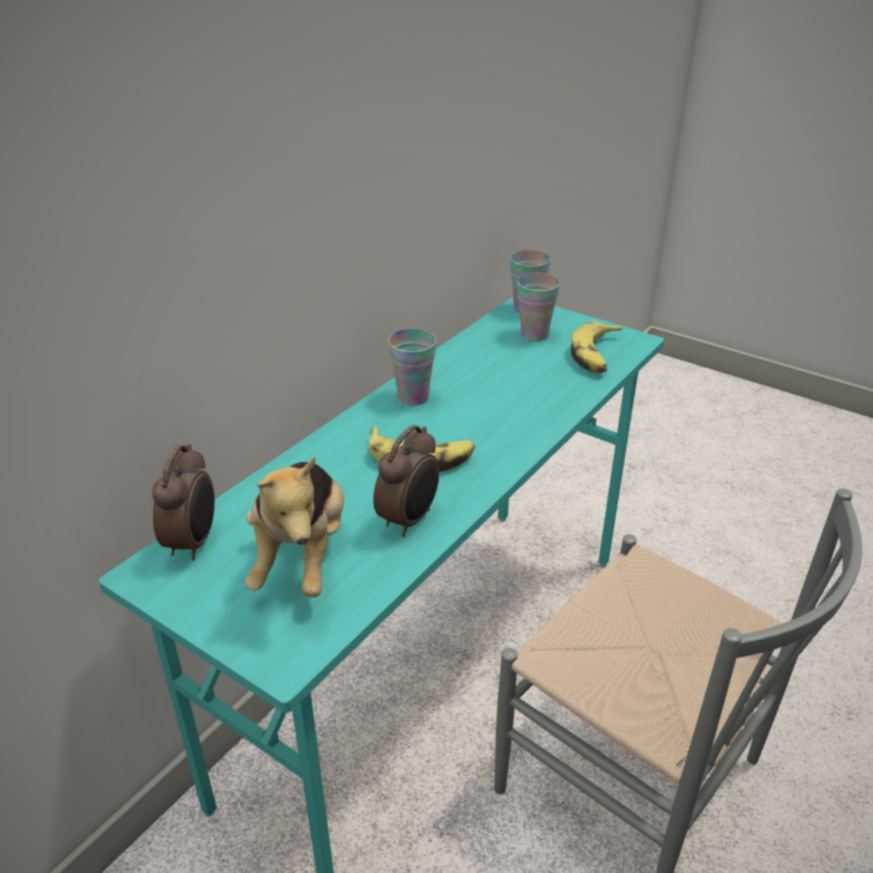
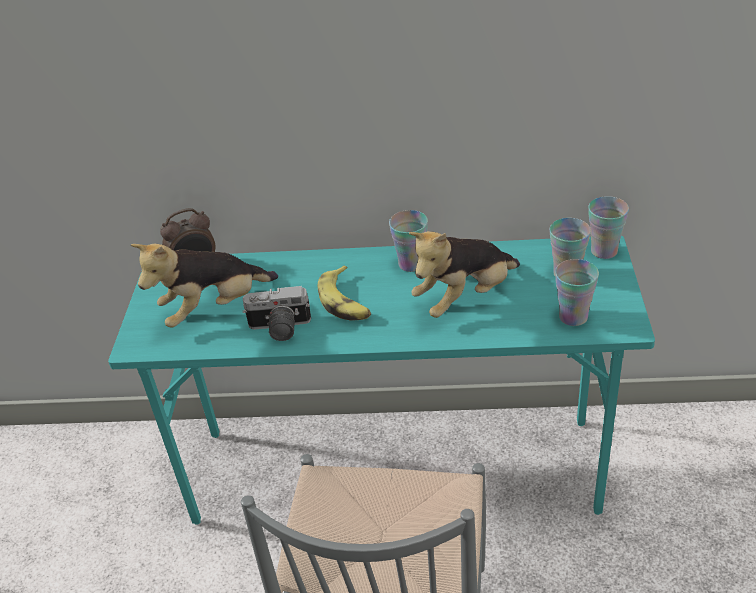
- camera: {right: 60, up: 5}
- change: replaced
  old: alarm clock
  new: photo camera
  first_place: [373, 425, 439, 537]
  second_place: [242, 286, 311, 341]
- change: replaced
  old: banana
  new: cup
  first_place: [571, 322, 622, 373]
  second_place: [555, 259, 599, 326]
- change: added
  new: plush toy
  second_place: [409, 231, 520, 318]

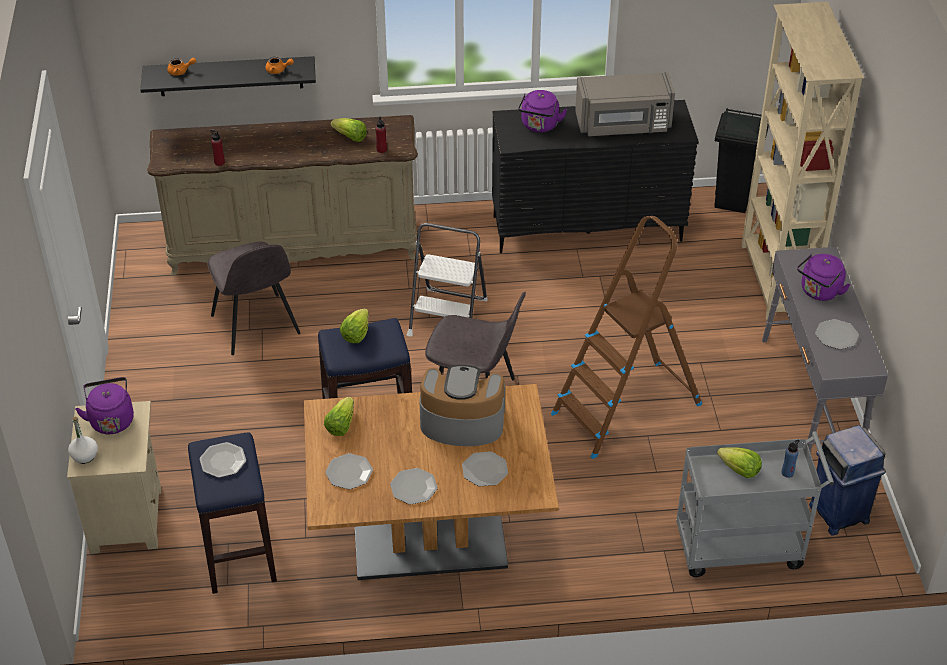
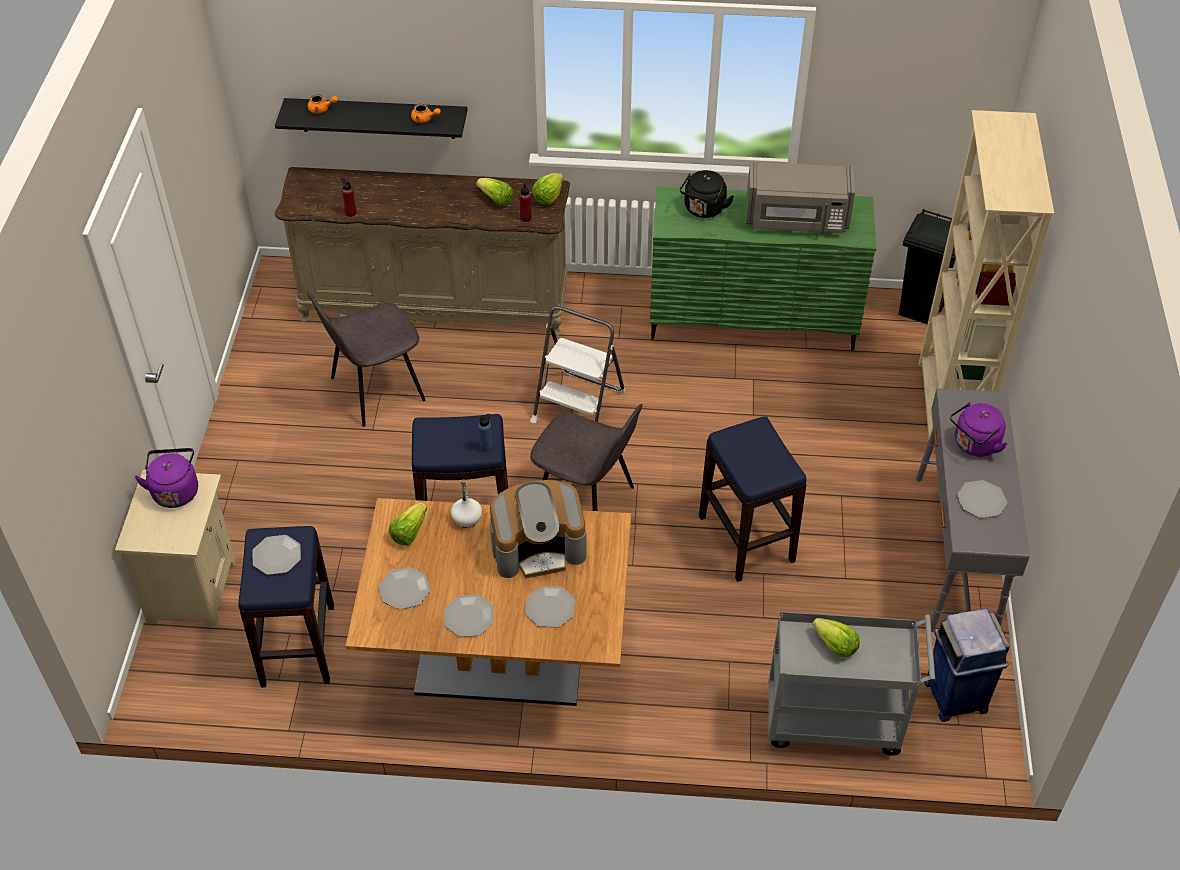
- camera: {right: 10, up: 5}
- change: moved
  old: white bottle
  first_place: [68, 417, 98, 464]
  second_place: [451, 479, 482, 528]
- change: turned
  old: grey chair
  first_place: [207, 242, 300, 355]
  second_place: [307, 291, 426, 427]
  degrees: 75
- change: moved
  old: lettuce
  first_place: [340, 309, 369, 343]
  second_place: [532, 173, 563, 205]
- change: turned
  old: coffee machine
  first_place: [419, 365, 505, 446]
  second_place: [490, 480, 586, 578]
  degrees: 150
- change: recoloured
  old: black dresser
  new: green dresser
  first_place: [492, 100, 699, 253]
  second_place: [650, 186, 877, 351]
- change: recoloured
  old: purple kettle
  new: black kettle
  first_place: [518, 90, 567, 132]
  second_place: [680, 170, 734, 218]
- change: replaced
  old: brown step ladder
  new: stool
  first_place: [551, 216, 702, 459]
  second_place: [699, 416, 806, 582]
- change: moved
  old: blue bottle
  first_place: [782, 440, 800, 478]
  second_place: [478, 414, 493, 452]

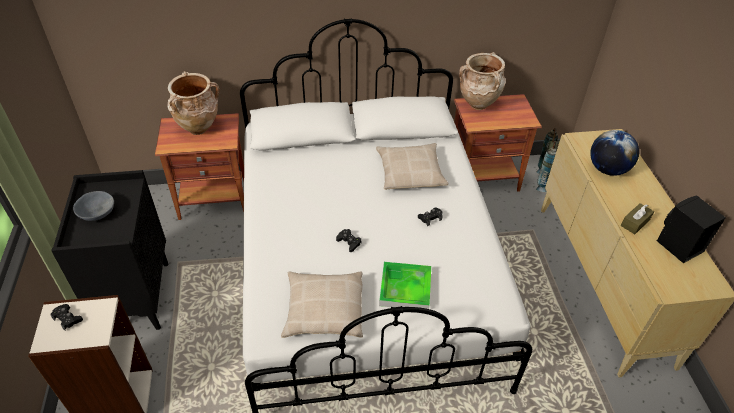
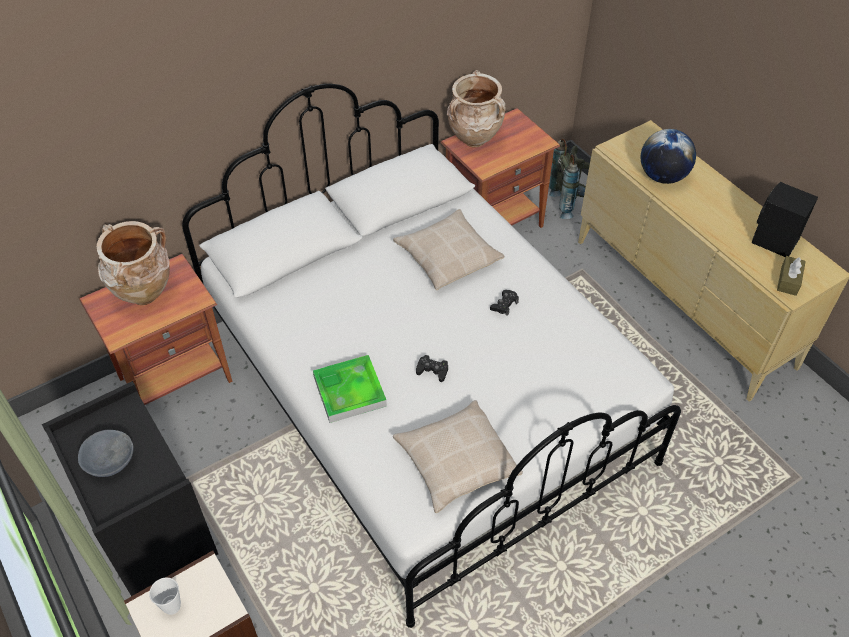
- camera: {right: -25, up: 5}
- change: replaced
  old: black game controller
  new: cup
  first_place: [50, 304, 83, 330]
  second_place: [149, 578, 181, 615]
- change: moved
  old: tray
  first_place: [379, 262, 431, 309]
  second_place: [313, 355, 387, 423]
- change: moved
  old: brown tissue box
  first_place: [621, 203, 654, 234]
  second_place: [777, 256, 806, 296]

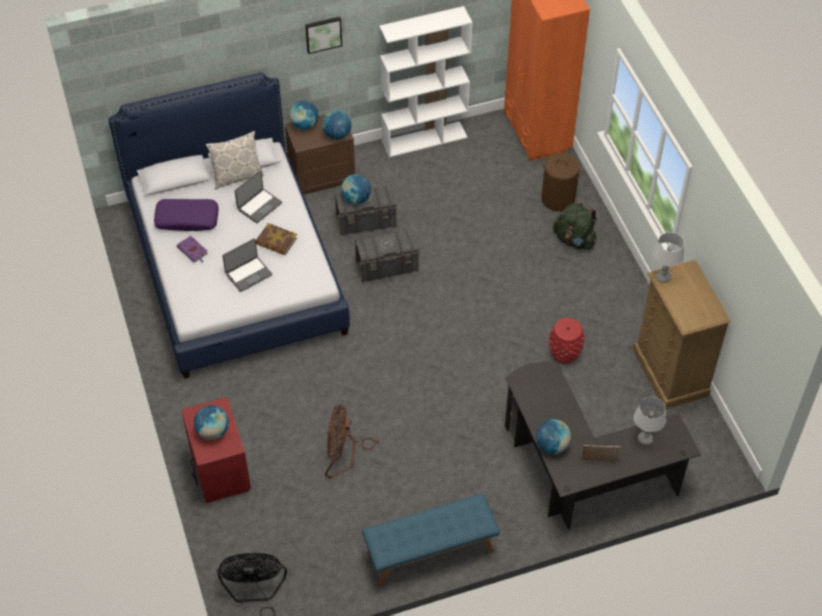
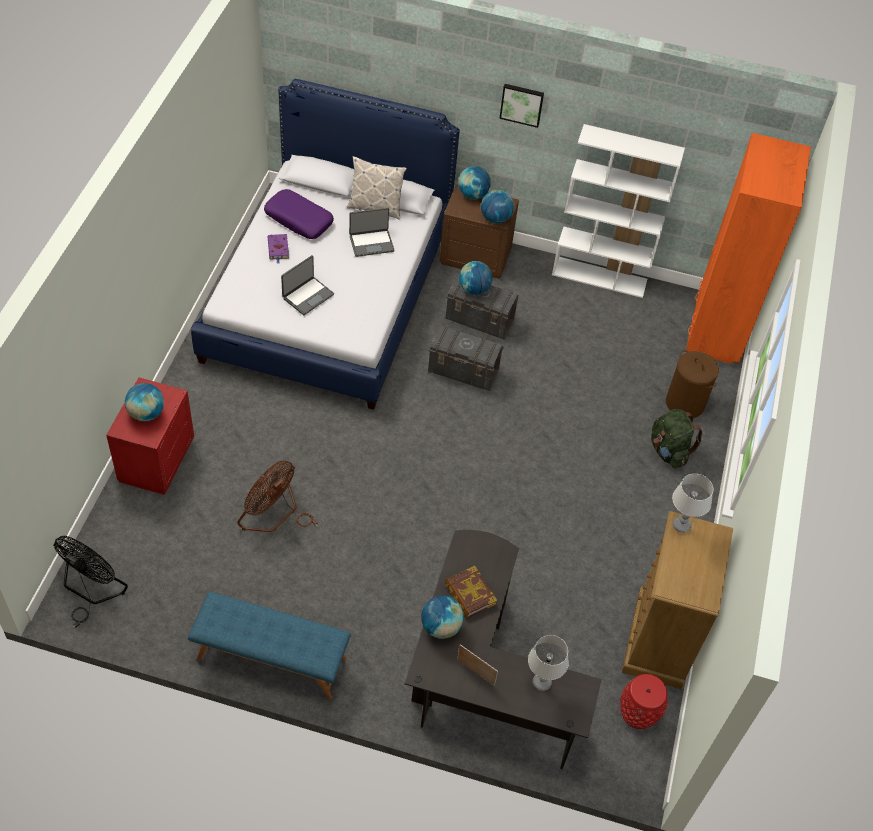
- camera: {right: 30, up: 0}
- change: turned
  old: laptop
  first_place: [222, 238, 272, 292]
  second_place: [281, 255, 334, 315]
  degrees: -45
- change: moved
  old: book
  first_place: [256, 223, 297, 255]
  second_place: [445, 566, 497, 618]
- change: moved
  old: red stool
  first_place: [549, 318, 584, 364]
  second_place: [620, 674, 668, 729]

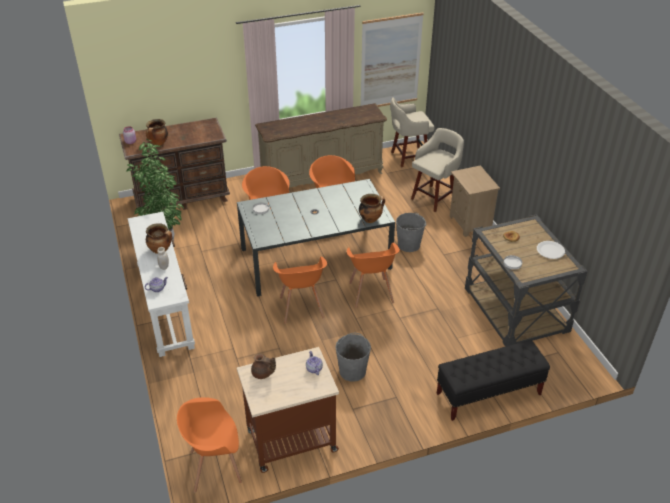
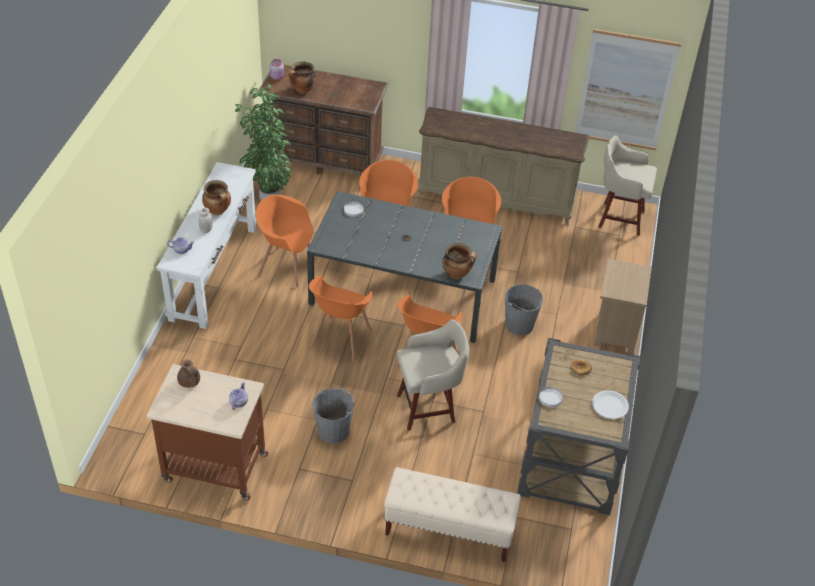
- camera: {right: 30, up: 5}
- change: moved
  old: orange chair
  first_place: [177, 397, 242, 492]
  second_place: [256, 195, 315, 287]
- change: moved
  old: beige stool
  first_place: [411, 128, 464, 212]
  second_place: [397, 319, 469, 430]
- change: recoloured
  old: black bench
  new: beige bench
  first_place: [437, 340, 550, 421]
  second_place: [384, 467, 521, 562]

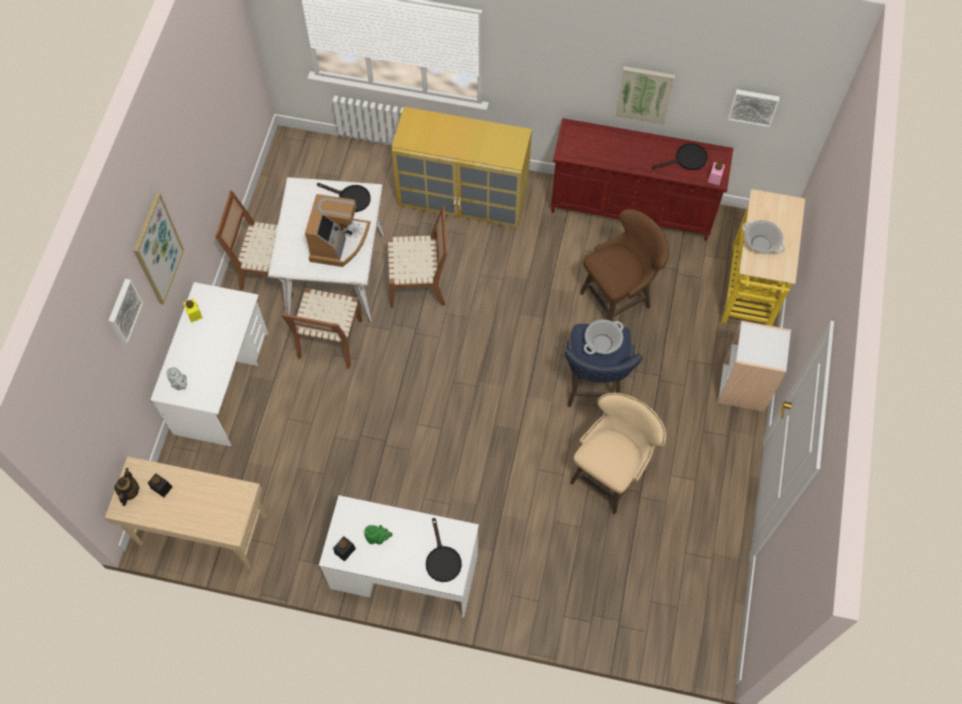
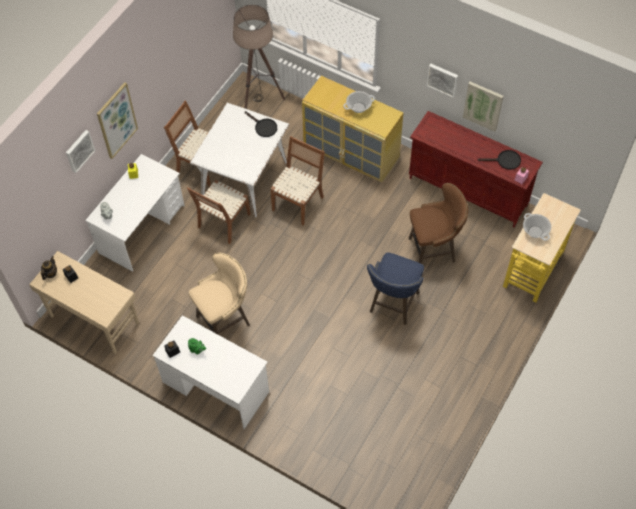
- camera: {right: 20, up: -5}
- change: removed
  old: coffee machine
  first_place: [305, 194, 370, 267]
- change: turned
  old: chair
  first_place: [388, 206, 448, 308]
  second_place: [271, 136, 325, 225]
  degrees: -75
- change: removed
  old: black frying pan
  first_place: [426, 517, 462, 582]
- change: moved
  old: beige stool
  first_place: [570, 393, 666, 514]
  second_place: [189, 253, 250, 334]
- change: moved
  old: cooking pot
  first_place: [584, 320, 623, 354]
  second_place: [343, 91, 375, 113]
- change: removed
  old: bookcase
  first_place: [718, 321, 791, 412]
- change: moved
  old: picture
  first_place: [728, 89, 780, 127]
  second_place: [427, 64, 458, 98]
- change: added
  new: floor lamp
  second_place: [233, 5, 285, 109]

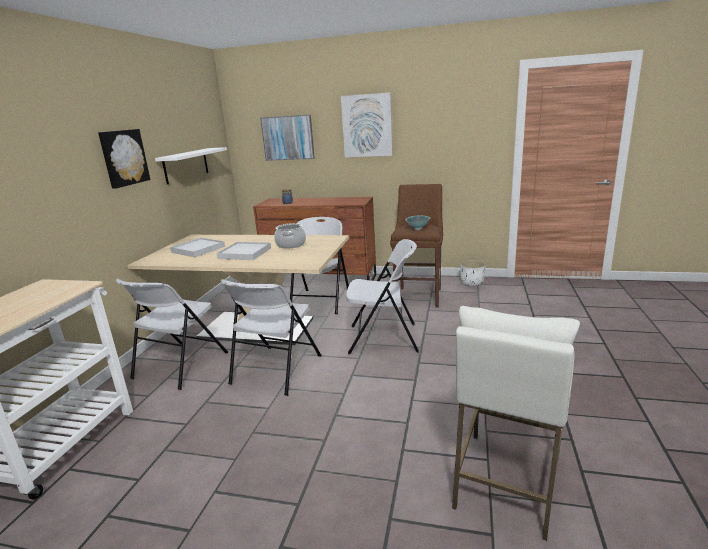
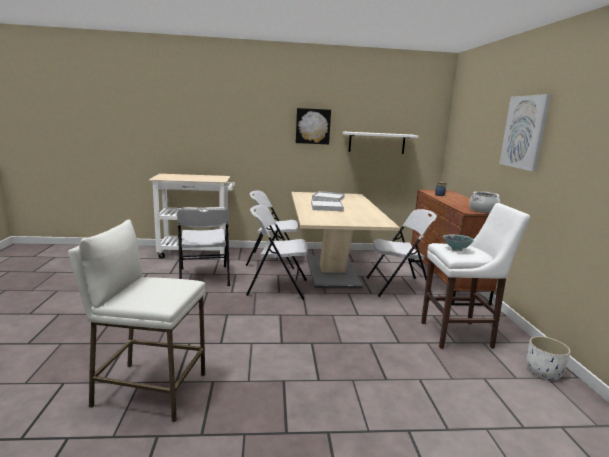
- camera: {right: 70, up: -5}
- change: removed
  old: picture
  first_place: [260, 115, 315, 161]
- change: moved
  old: cooking pot
  first_place: [274, 223, 306, 249]
  second_place: [469, 191, 500, 213]
- change: moved
  old: white chair
  first_place: [346, 239, 419, 354]
  second_place: [177, 207, 230, 286]
- change: recoloured
  old: brown stool
  new: white stool
  first_place: [390, 184, 443, 308]
  second_place: [421, 203, 530, 349]

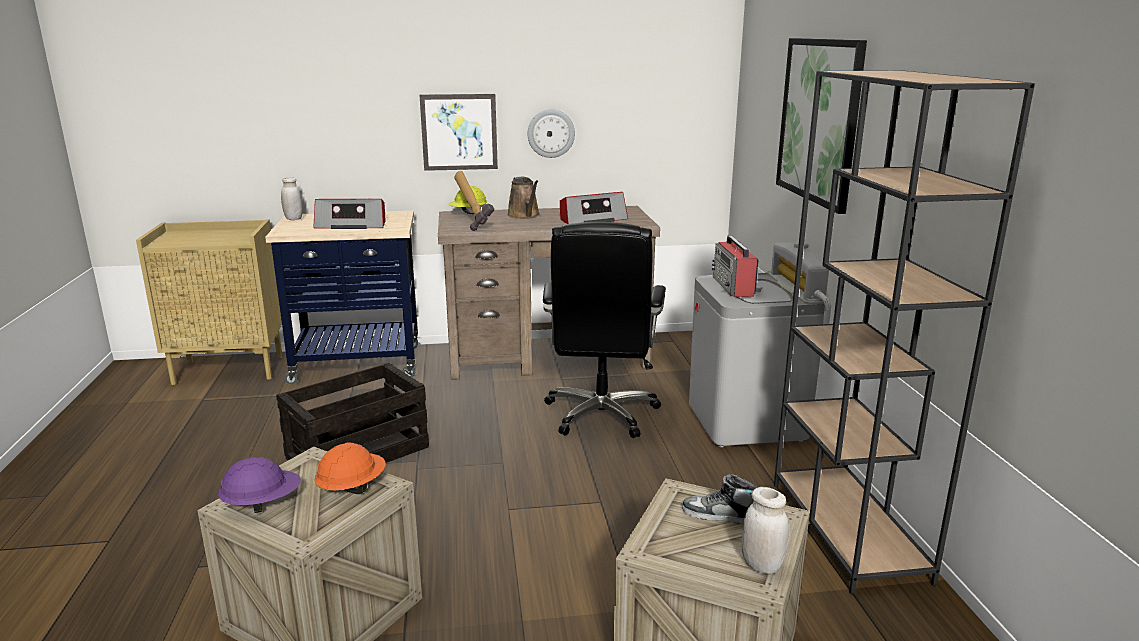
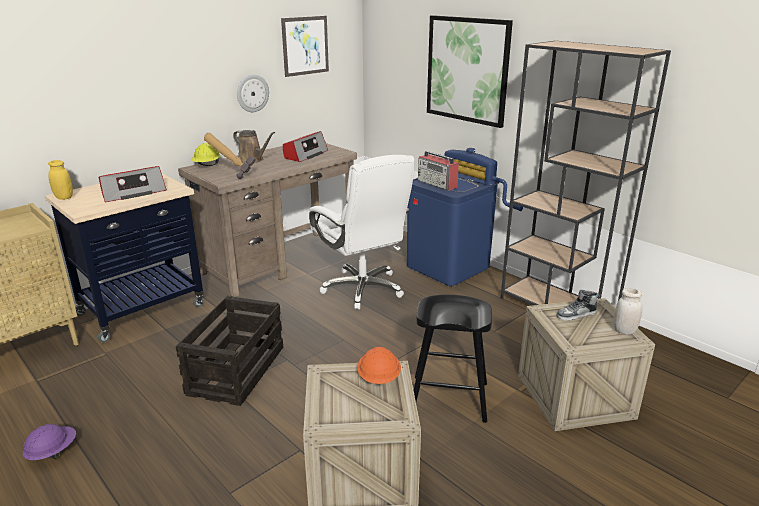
- camera: {right: -35, up: 5}
- change: moved
  old: purple hard hat
  first_place: [218, 457, 301, 513]
  second_place: [23, 424, 76, 460]
- change: recoloured
  old: white jar
  new: yellow jar
  first_place: [281, 177, 303, 220]
  second_place: [48, 160, 73, 200]
- change: moved
  old: picture
  first_place: [420, 94, 498, 171]
  second_place: [281, 16, 329, 77]
- change: recoloured
  old: black office chair
  new: white office chair
  first_place: [543, 222, 666, 438]
  second_place: [309, 155, 414, 310]
- change: recoloured
  old: grey washing machine
  new: blue washing machine
  first_place: [689, 241, 831, 447]
  second_place: [407, 148, 523, 287]
- change: added
  new: black stool
  second_place: [414, 295, 492, 423]

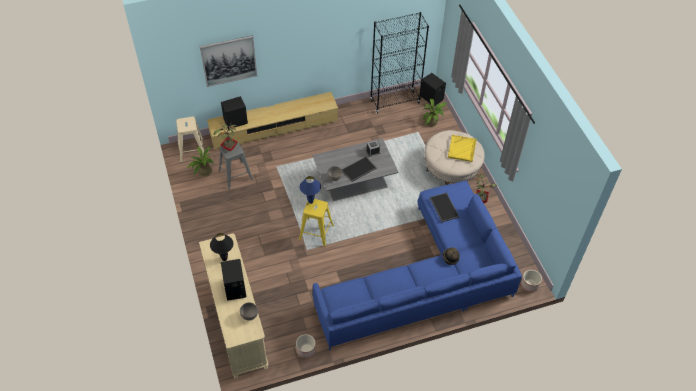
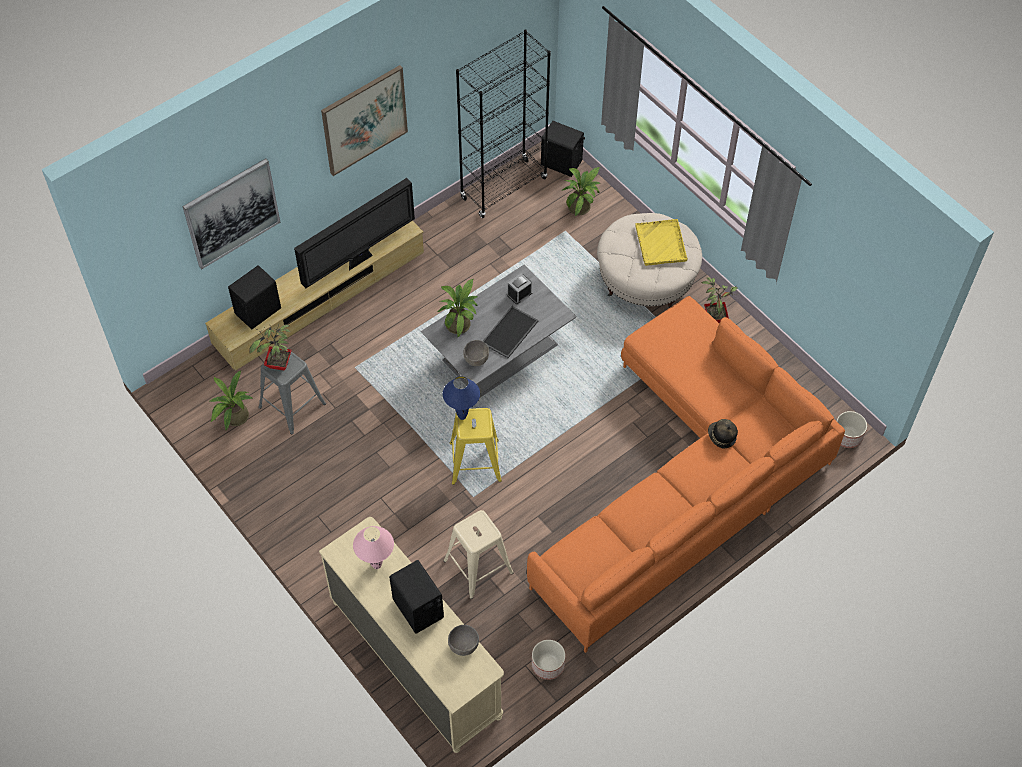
- camera: {right: -20, up: 5}
- change: moved
  old: beige stool
  first_place: [176, 117, 207, 163]
  second_place: [443, 510, 514, 599]
- change: recoloured
  old: black table lamp
  new: pink table lamp
  first_place: [210, 233, 233, 261]
  second_place: [353, 526, 394, 569]
- change: recoloured
  old: blue sofa
  new: orange sofa
  first_place: [313, 180, 522, 351]
  second_place: [527, 296, 845, 653]
- change: removed
  old: tray
  first_place: [429, 192, 459, 222]
- change: added
  new: television
  second_place: [294, 178, 415, 288]
- change: added
  new: picture
  second_place: [321, 65, 408, 176]
- change: added
  new: potted plant
  second_place: [438, 279, 478, 338]

